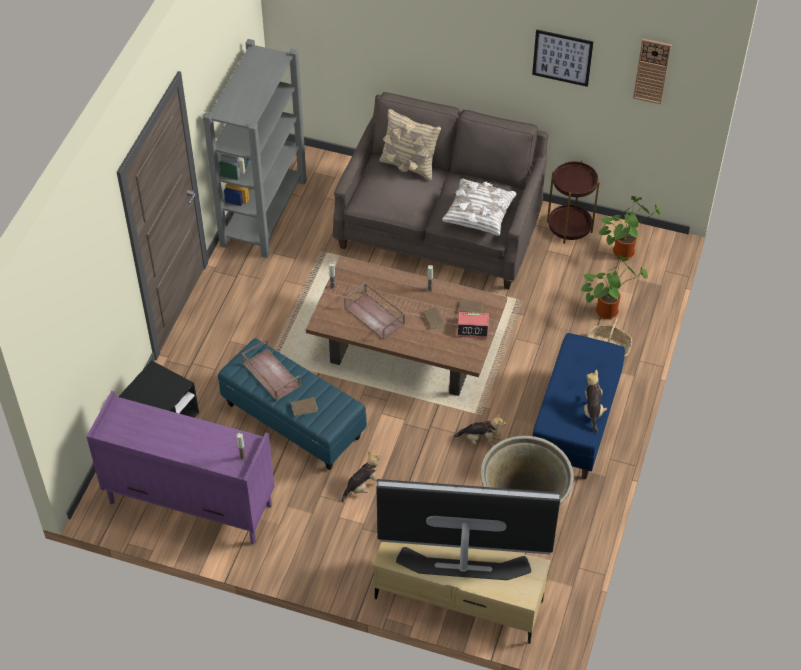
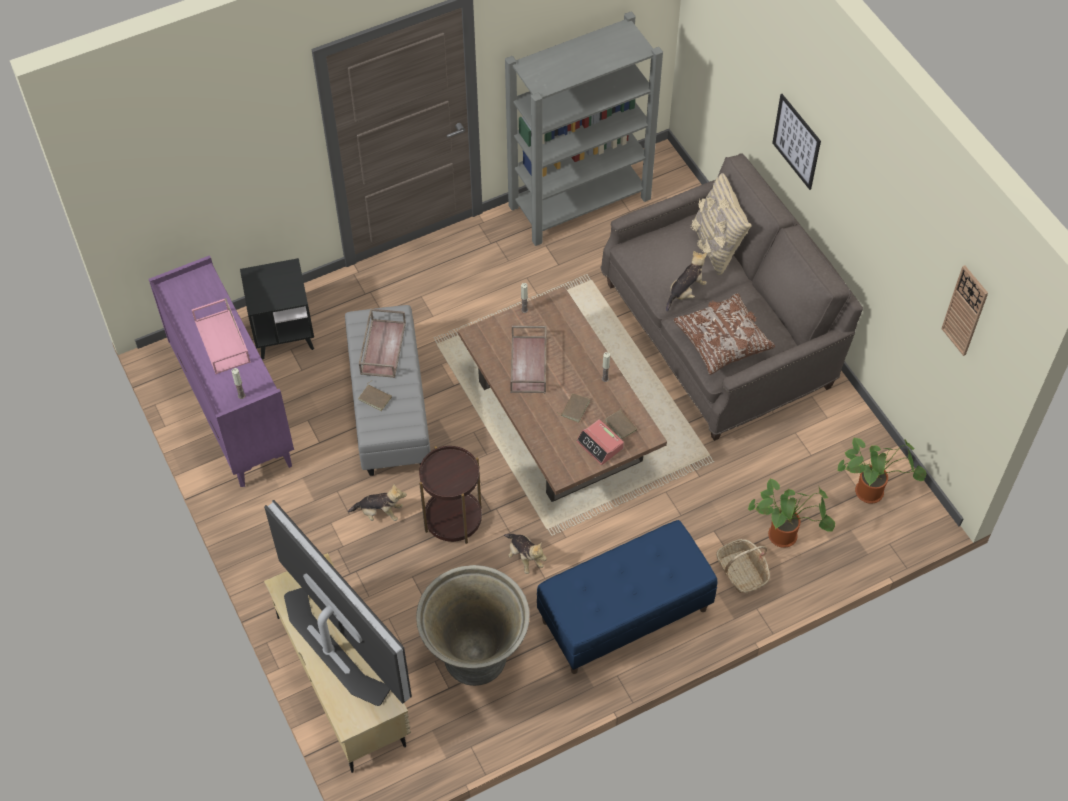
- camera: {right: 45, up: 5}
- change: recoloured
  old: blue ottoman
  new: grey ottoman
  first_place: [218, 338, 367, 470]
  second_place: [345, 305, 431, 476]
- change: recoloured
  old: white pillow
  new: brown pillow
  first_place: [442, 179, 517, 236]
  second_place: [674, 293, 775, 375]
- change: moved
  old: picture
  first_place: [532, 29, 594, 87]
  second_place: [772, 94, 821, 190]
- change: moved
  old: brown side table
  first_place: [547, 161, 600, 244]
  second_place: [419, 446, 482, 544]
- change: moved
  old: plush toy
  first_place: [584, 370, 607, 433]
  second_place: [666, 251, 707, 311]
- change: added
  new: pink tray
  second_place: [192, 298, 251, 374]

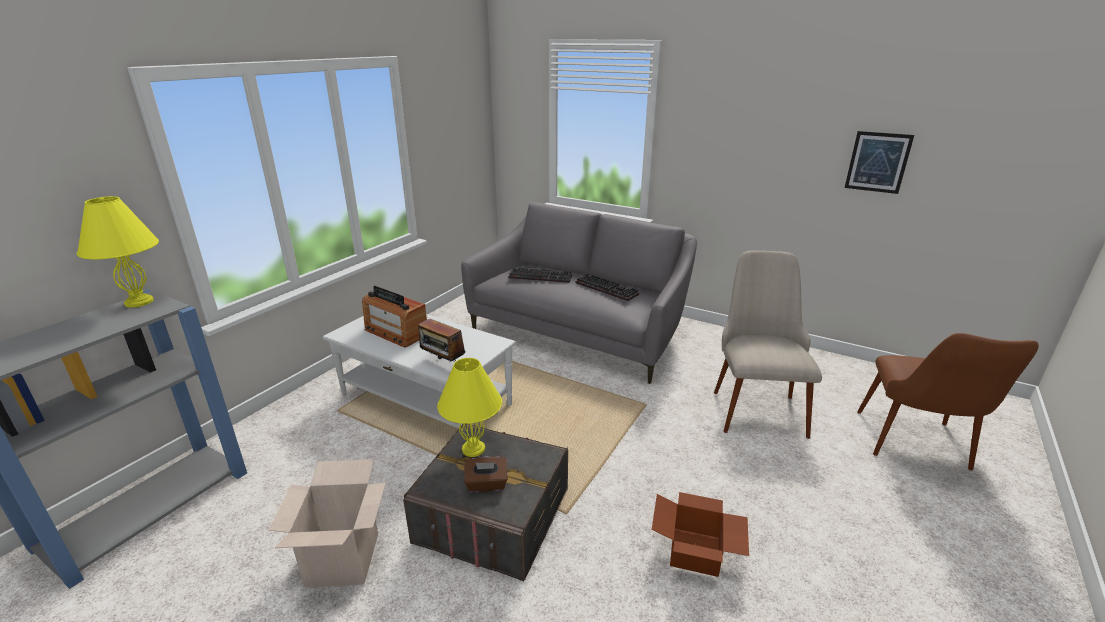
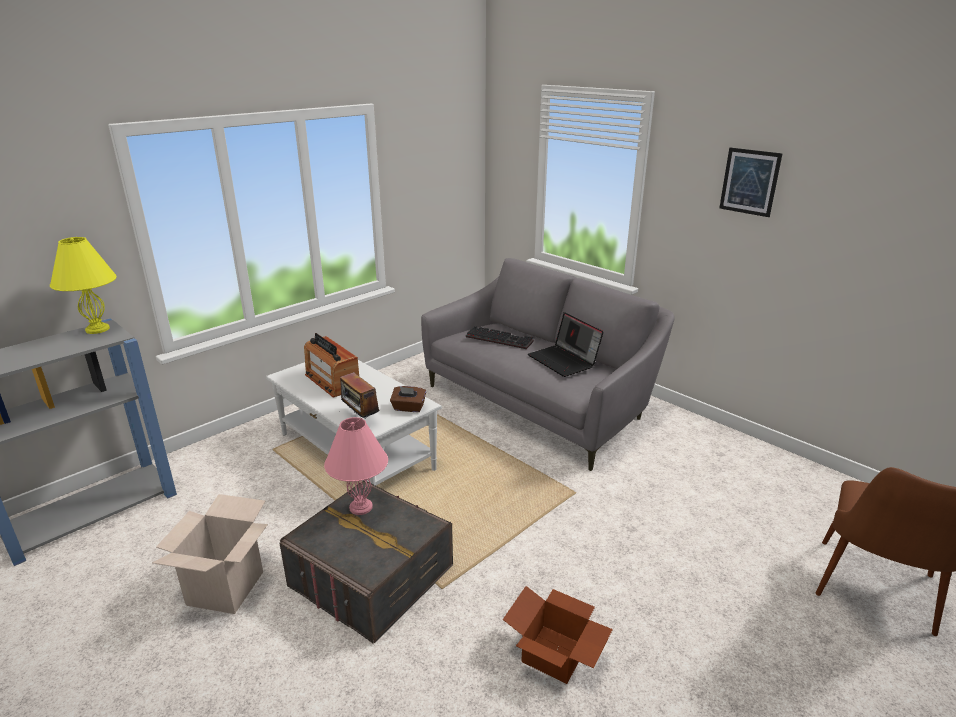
- camera: {right: 15, up: 0}
- change: recoloured
  old: yellow table lamp
  new: pink table lamp
  first_place: [437, 358, 502, 457]
  second_place: [324, 417, 388, 515]
- change: moved
  old: brown tissue box
  first_place: [464, 456, 507, 492]
  second_place: [390, 386, 426, 412]
- change: replaced
  old: keyboard
  new: laptop
  first_place: [576, 274, 639, 301]
  second_place: [528, 312, 603, 377]
- change: removed
  old: beige chair
  first_place: [714, 251, 822, 439]
- change: moved
  old: picture
  first_place: [845, 131, 914, 194]
  second_place: [719, 148, 783, 217]

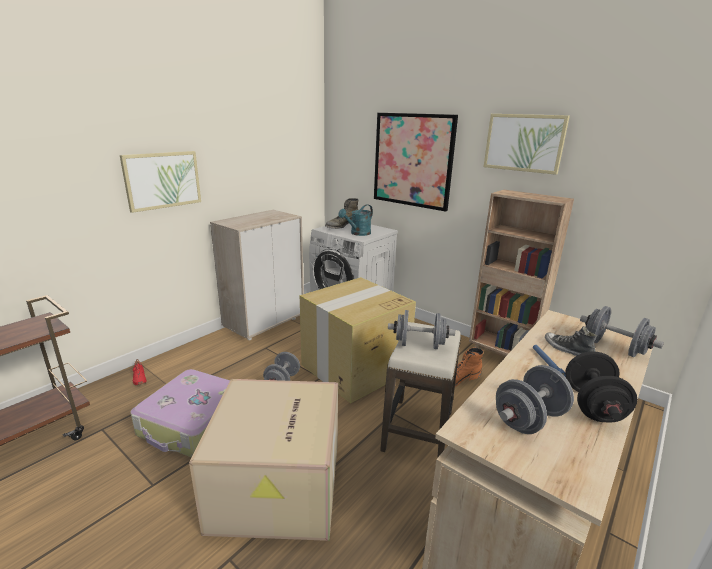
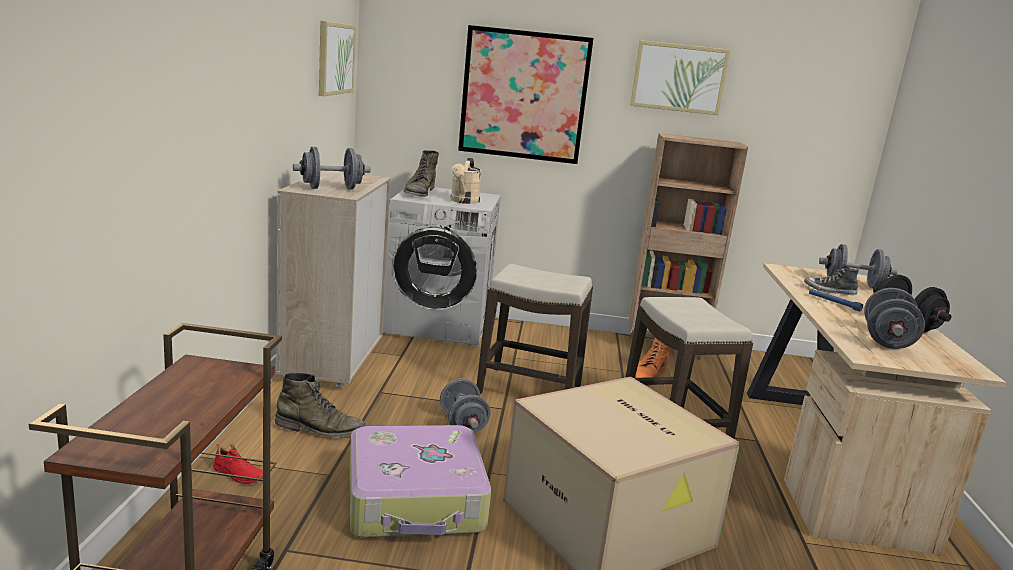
- camera: {right: -35, up: -5}
- change: moved
  old: picture
  first_place: [120, 151, 201, 213]
  second_place: [319, 21, 356, 96]
- change: replaced
  old: cardboard box
  new: stool
  first_place: [300, 277, 416, 403]
  second_place: [477, 264, 593, 394]
- change: recoloured
  old: turquoise watering can
  new: beige watering can
  first_place: [338, 204, 373, 236]
  second_place: [451, 158, 482, 204]
- change: moved
  old: grey dumbbell
  first_place: [388, 310, 455, 349]
  second_place: [293, 147, 371, 189]
- change: added
  new: green boot
  second_place: [275, 372, 366, 437]

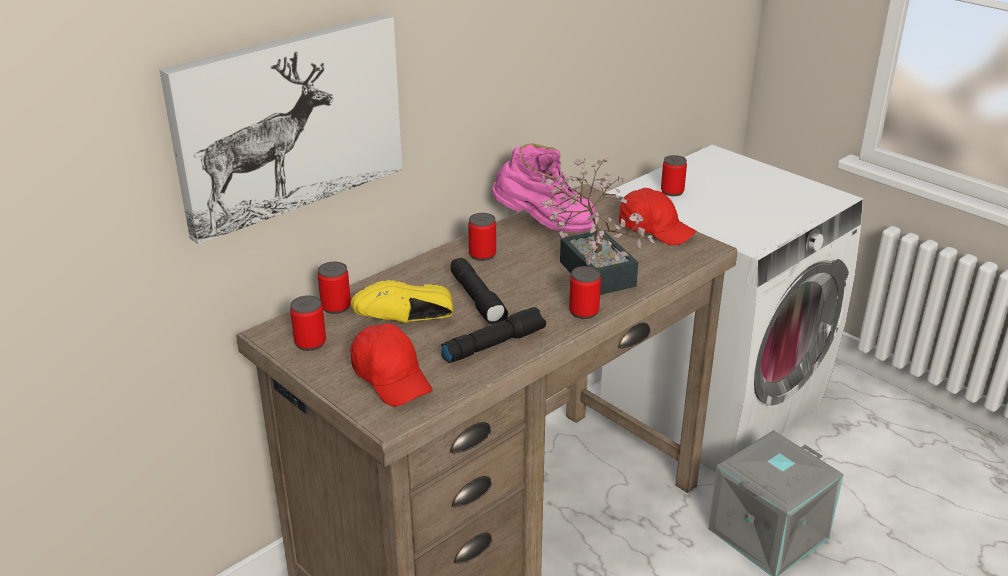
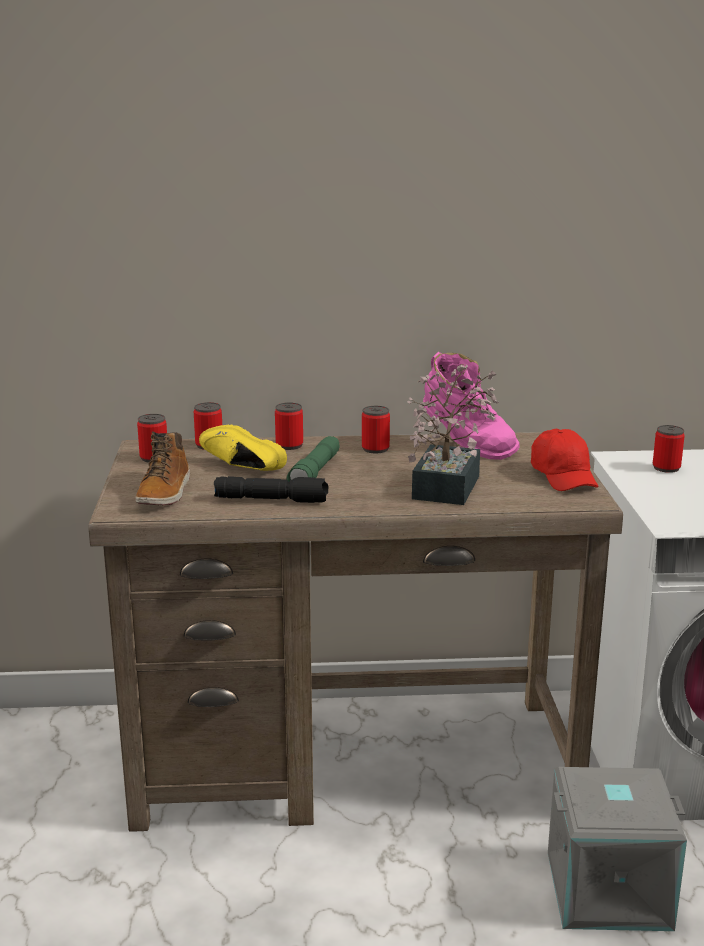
- camera: {right: 40, up: -10}
- change: removed
  old: picture
  first_place: [159, 14, 402, 244]
- change: replaced
  old: red cap
  new: boot
  first_place: [350, 323, 433, 406]
  second_place: [135, 431, 190, 506]
- change: recoloured
  old: black flashlight
  new: green flashlight
  first_place: [451, 258, 508, 324]
  second_place: [286, 436, 339, 482]
- change: moved
  old: can
  first_place: [569, 266, 601, 319]
  second_place: [275, 403, 303, 450]

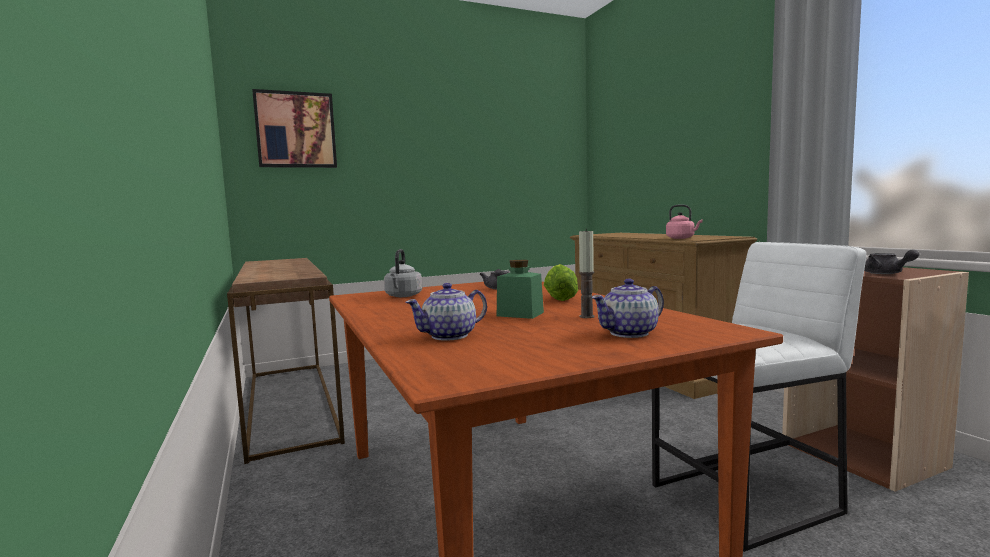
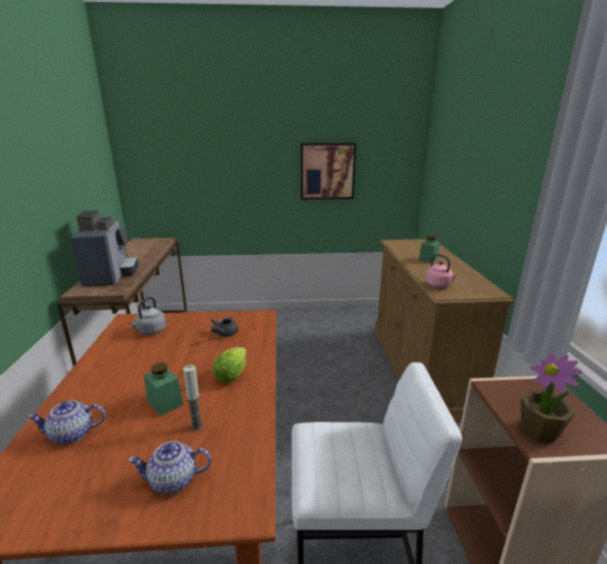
- camera: {right: 20, up: 15}
- change: moved
  old: picture
  first_place: [252, 89, 337, 168]
  second_place: [301, 143, 356, 200]
- change: replaced
  old: grey teapot
  new: potted plant
  first_place: [864, 249, 919, 274]
  second_place: [521, 353, 582, 443]
- change: added
  new: coffee machine
  second_place: [71, 210, 139, 287]
- change: added
  new: green jar
  second_place: [419, 235, 440, 263]

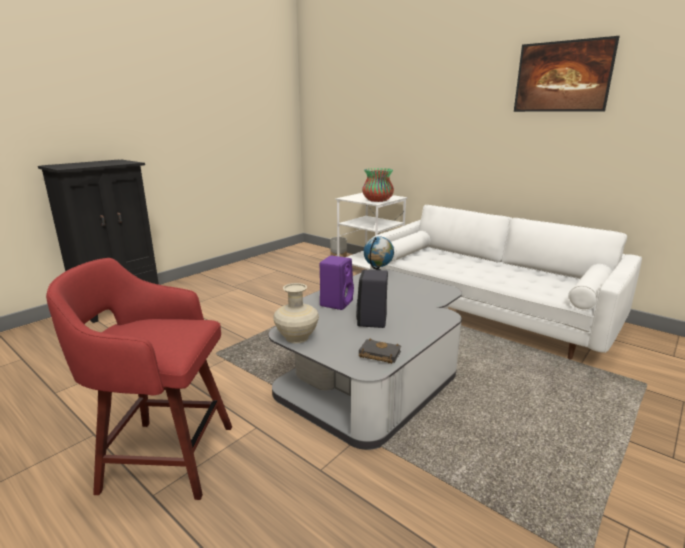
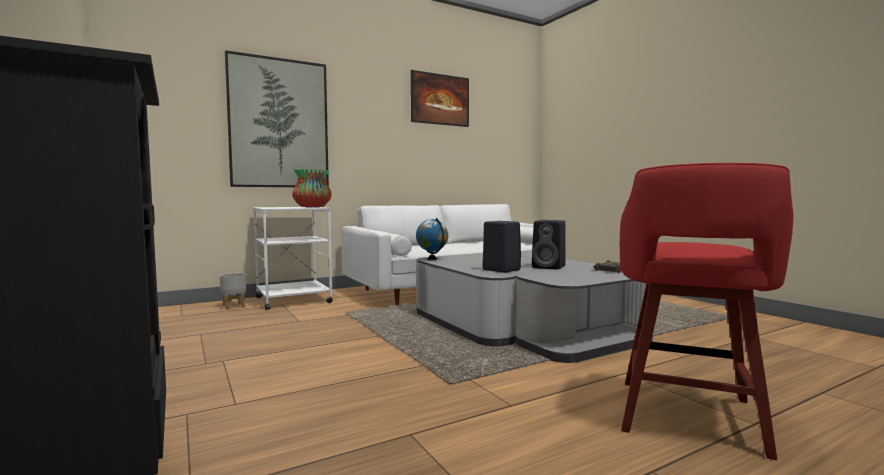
- camera: {right: -70, up: -15}
- change: removed
  old: beige vase
  first_place: [273, 283, 319, 343]
- change: recoloured
  old: purple speaker
  new: black speaker
  first_place: [320, 256, 354, 310]
  second_place: [483, 221, 521, 273]
- change: added
  new: picture
  second_place: [225, 50, 329, 187]

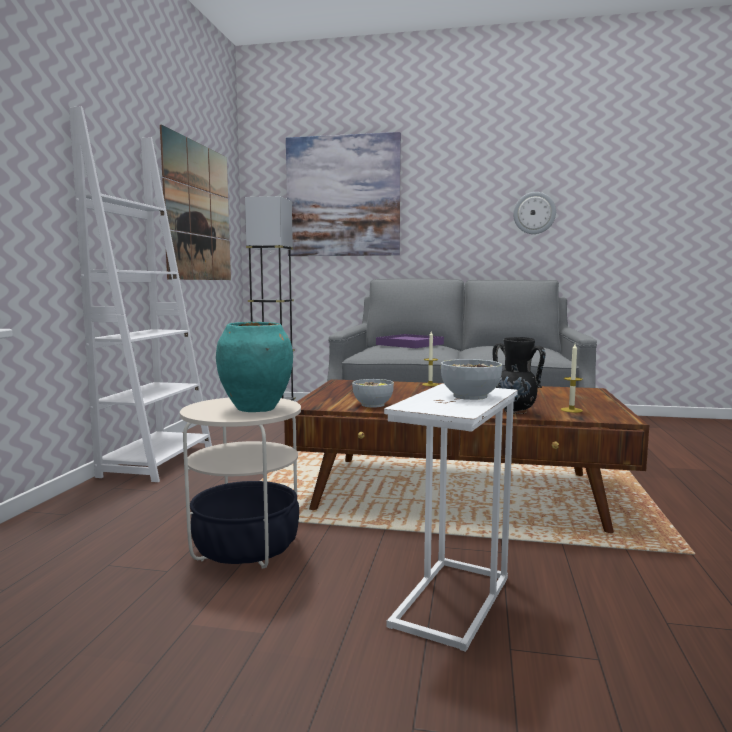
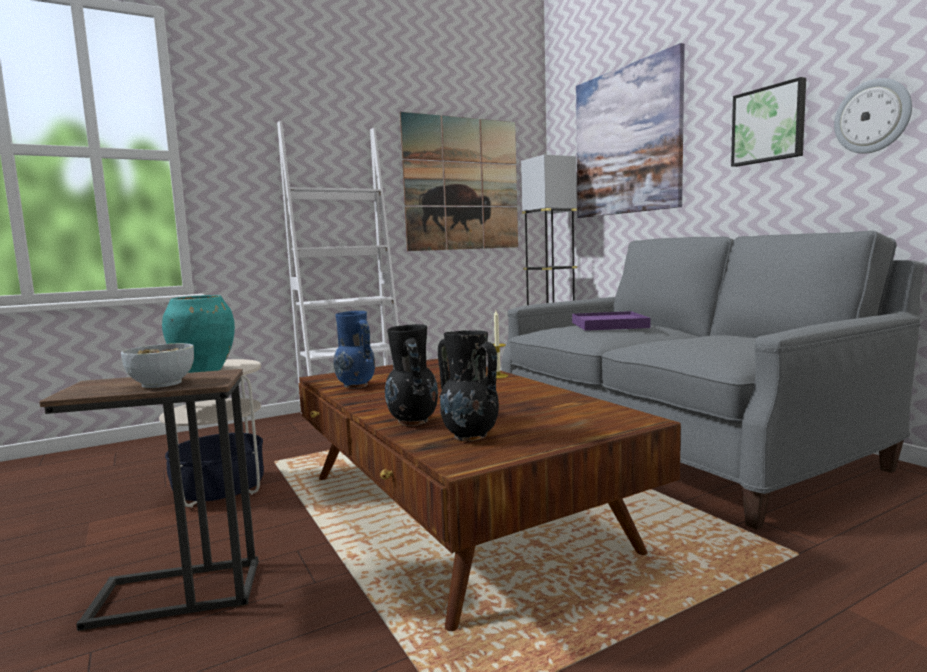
- camera: {right: 50, up: 0}
- change: replaced
  old: bowl
  new: blue vase
  first_place: [352, 379, 394, 408]
  second_place: [334, 311, 375, 389]
- change: recoloured
  old: white side table
  new: brown side table
  first_place: [384, 383, 518, 652]
  second_place: [39, 369, 259, 631]
- change: replaced
  old: candle
  new: black vase
  first_place: [561, 344, 583, 413]
  second_place: [438, 331, 499, 441]
- change: added
  new: picture
  second_place: [731, 77, 806, 167]

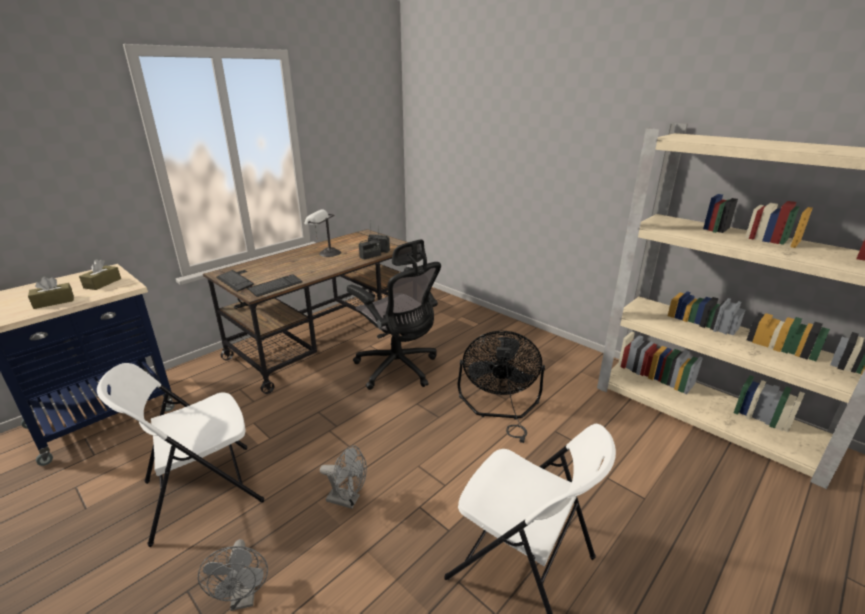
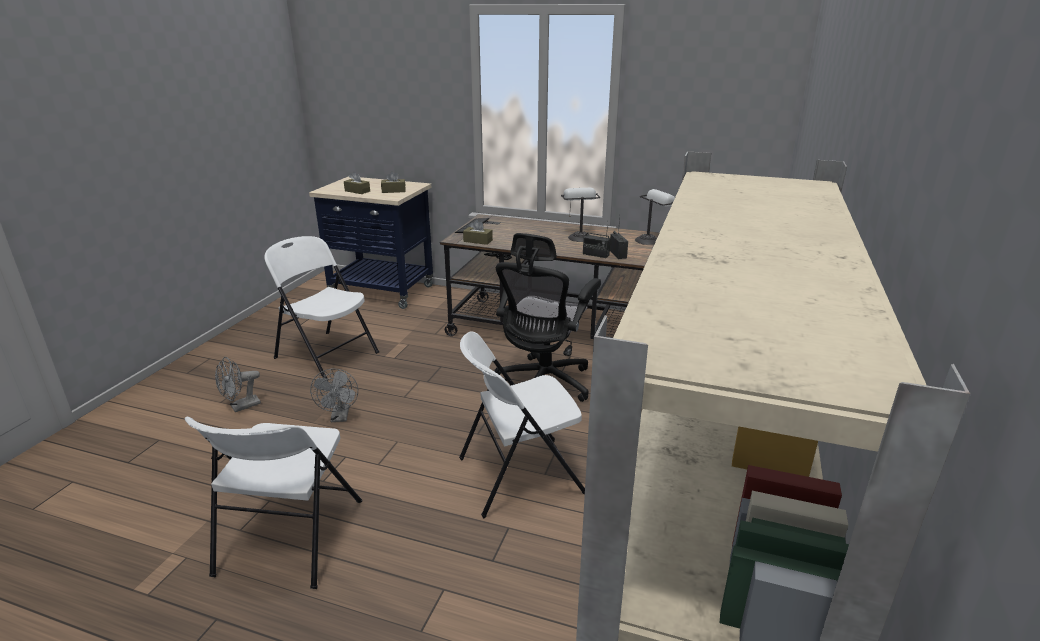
- camera: {right: 65, up: 0}
- change: replaced
  old: keyboard
  new: brown tissue box
  first_place: [248, 274, 303, 297]
  second_place: [463, 220, 493, 245]
- change: replaced
  old: black fan
  new: white chair
  first_place: [458, 331, 545, 443]
  second_place: [459, 331, 585, 519]
- change: added
  new: table lamp
  second_place: [635, 189, 675, 245]

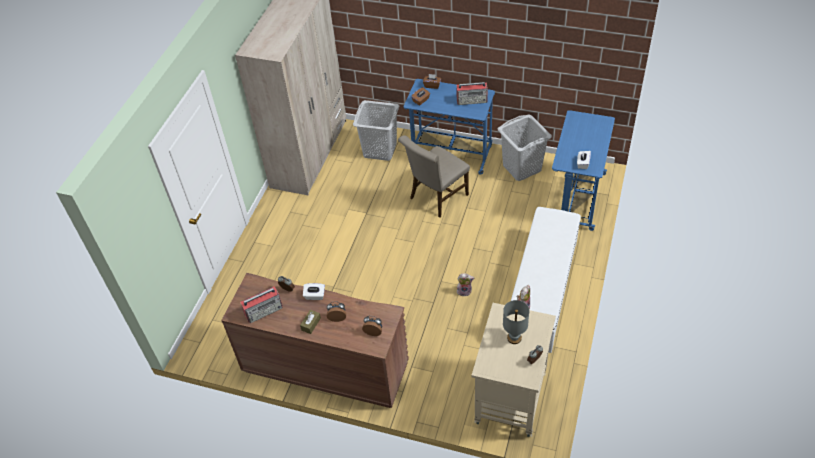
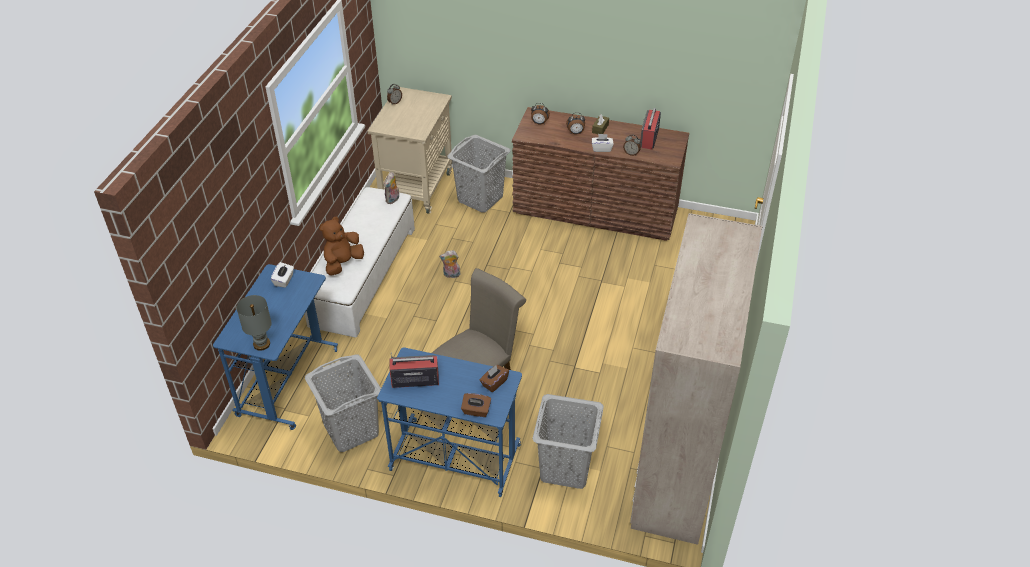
- camera: {right: 175, up: -5}
- change: turned
  old: radio
  first_place: [240, 286, 283, 323]
  second_place: [640, 108, 661, 150]
  degrees: -45
- change: moved
  old: grey table lamp
  first_place: [503, 300, 529, 344]
  second_place: [237, 295, 272, 351]
- change: added
  new: brown plush toy
  second_place: [319, 217, 364, 276]
- change: added
  new: grey laundry basket
  second_place: [447, 135, 511, 213]

